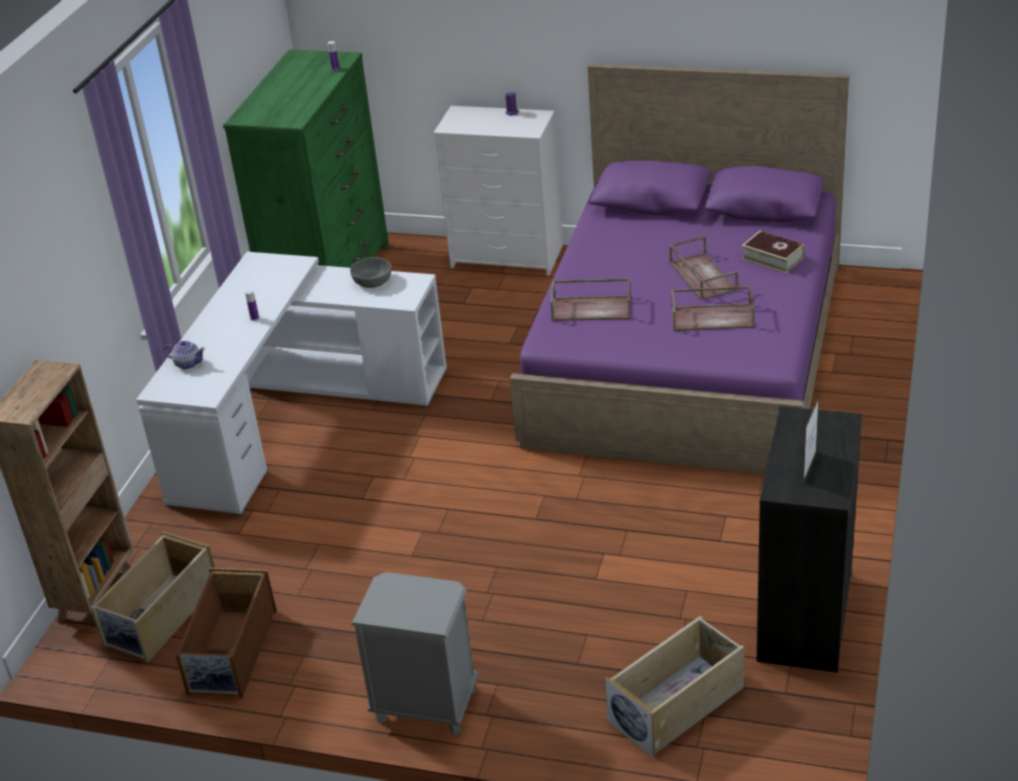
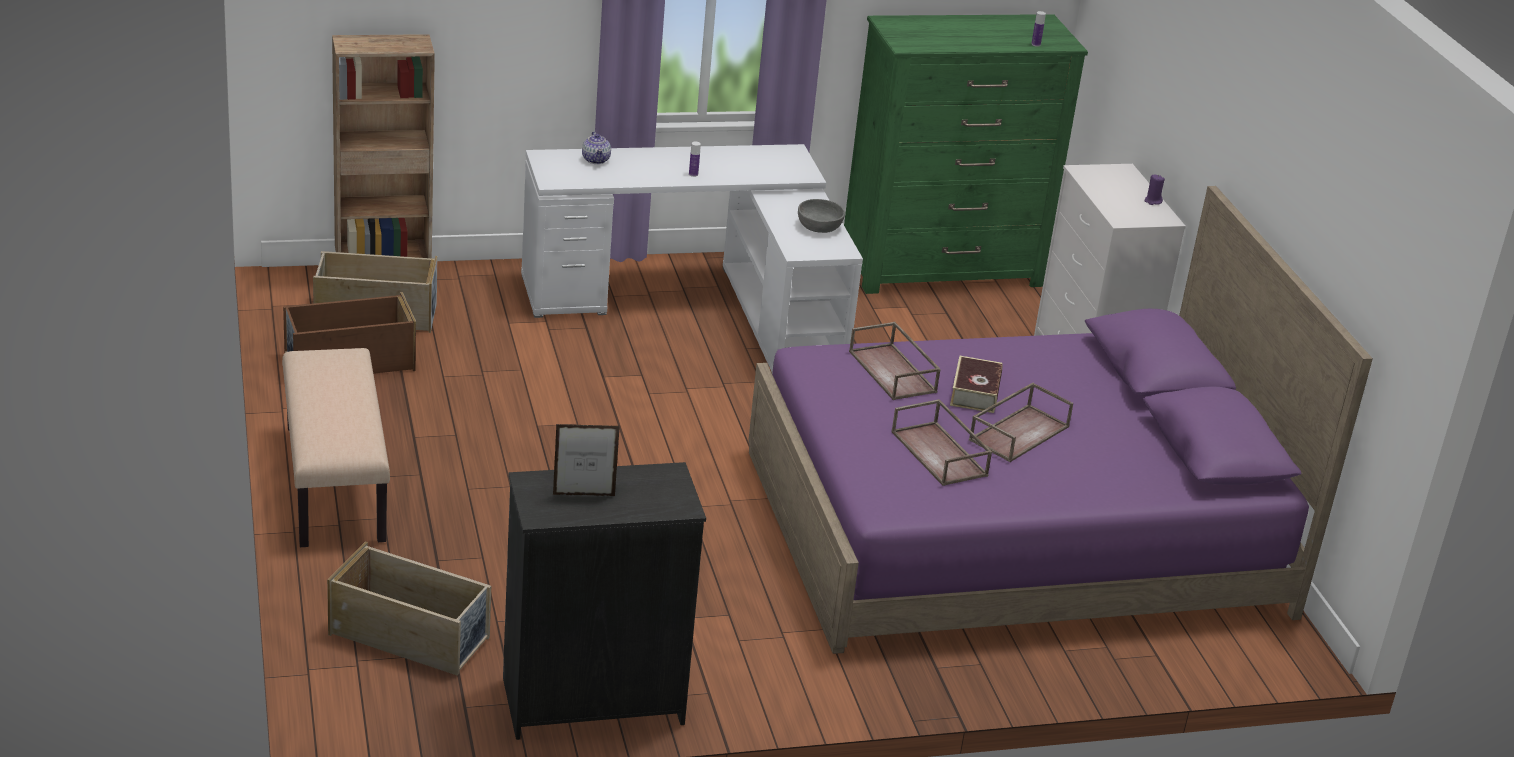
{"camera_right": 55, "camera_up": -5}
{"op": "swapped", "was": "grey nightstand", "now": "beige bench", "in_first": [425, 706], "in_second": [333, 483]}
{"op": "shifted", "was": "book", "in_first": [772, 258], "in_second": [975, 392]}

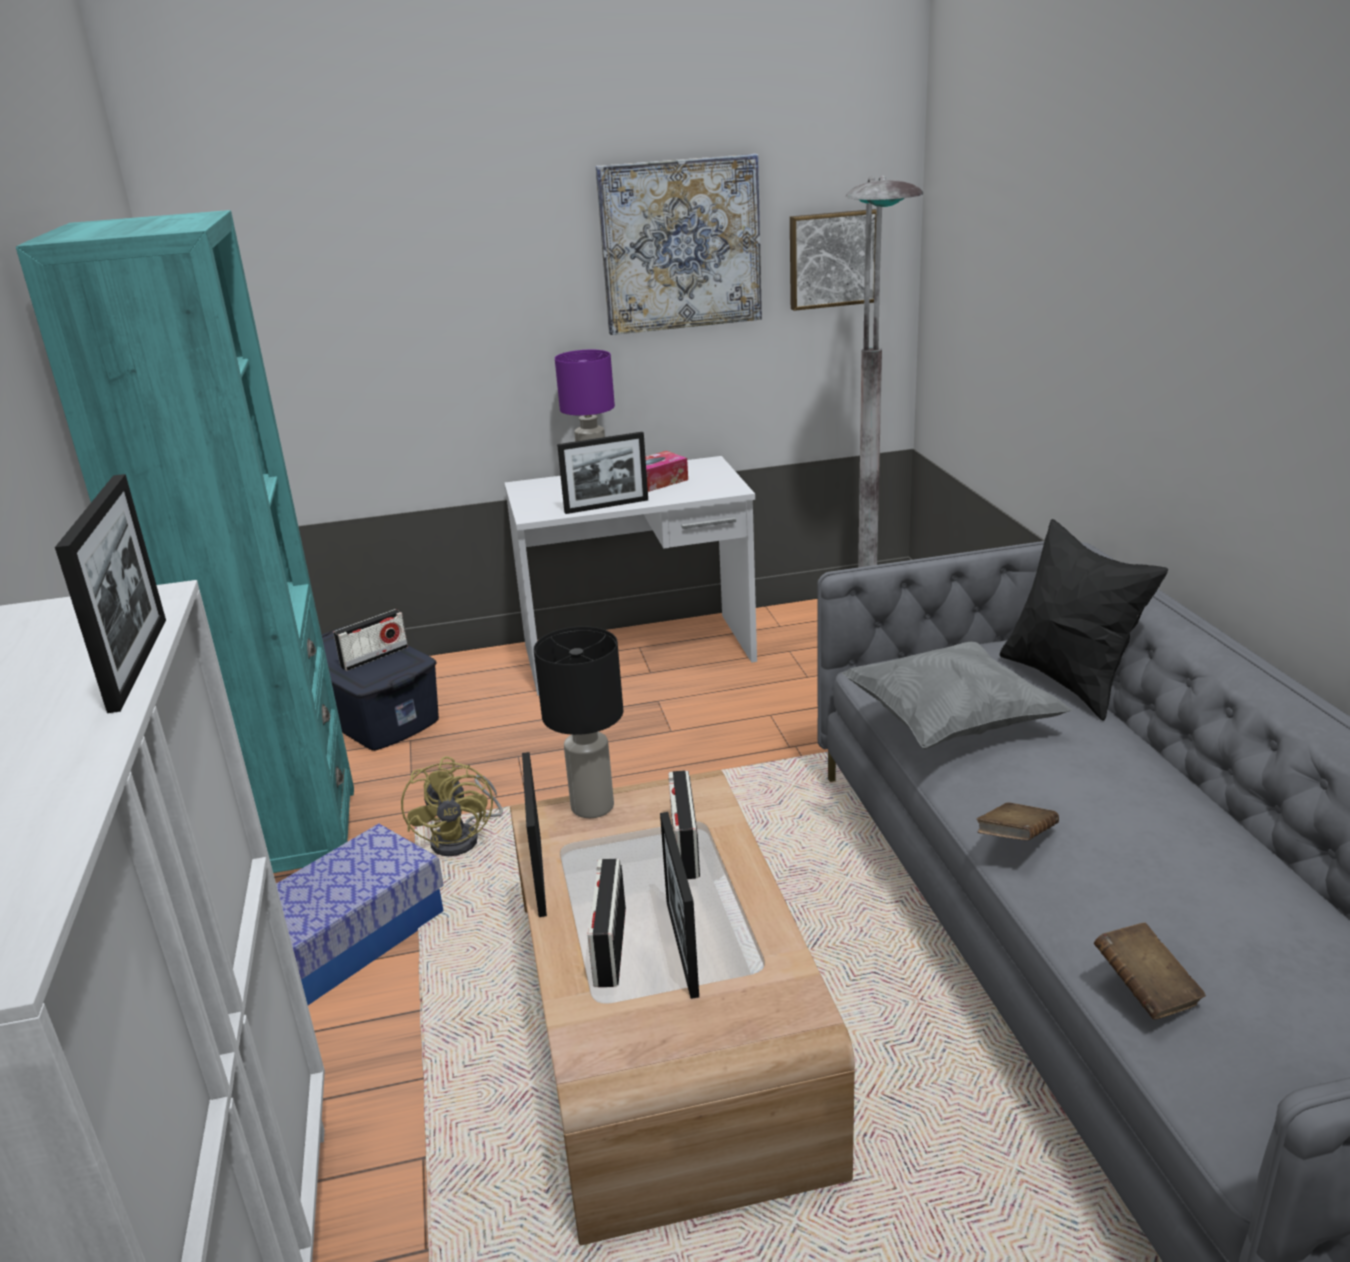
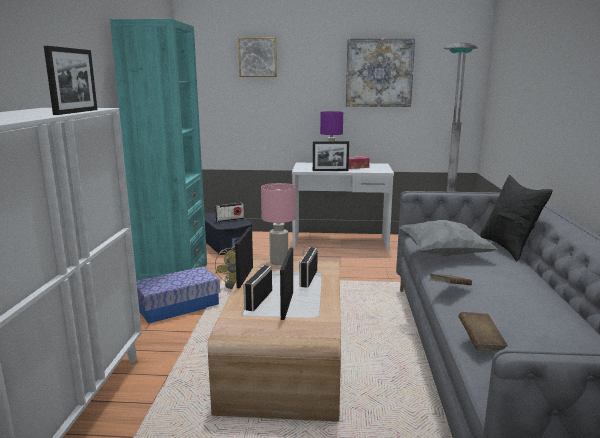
{"camera_right": 15, "camera_up": -10}
{"op": "repainted", "was": "black table lamp", "now": "pink table lamp", "in_first": [592, 807], "in_second": [279, 262]}
{"op": "shifted", "was": "picture", "in_first": [832, 259], "in_second": [258, 57]}

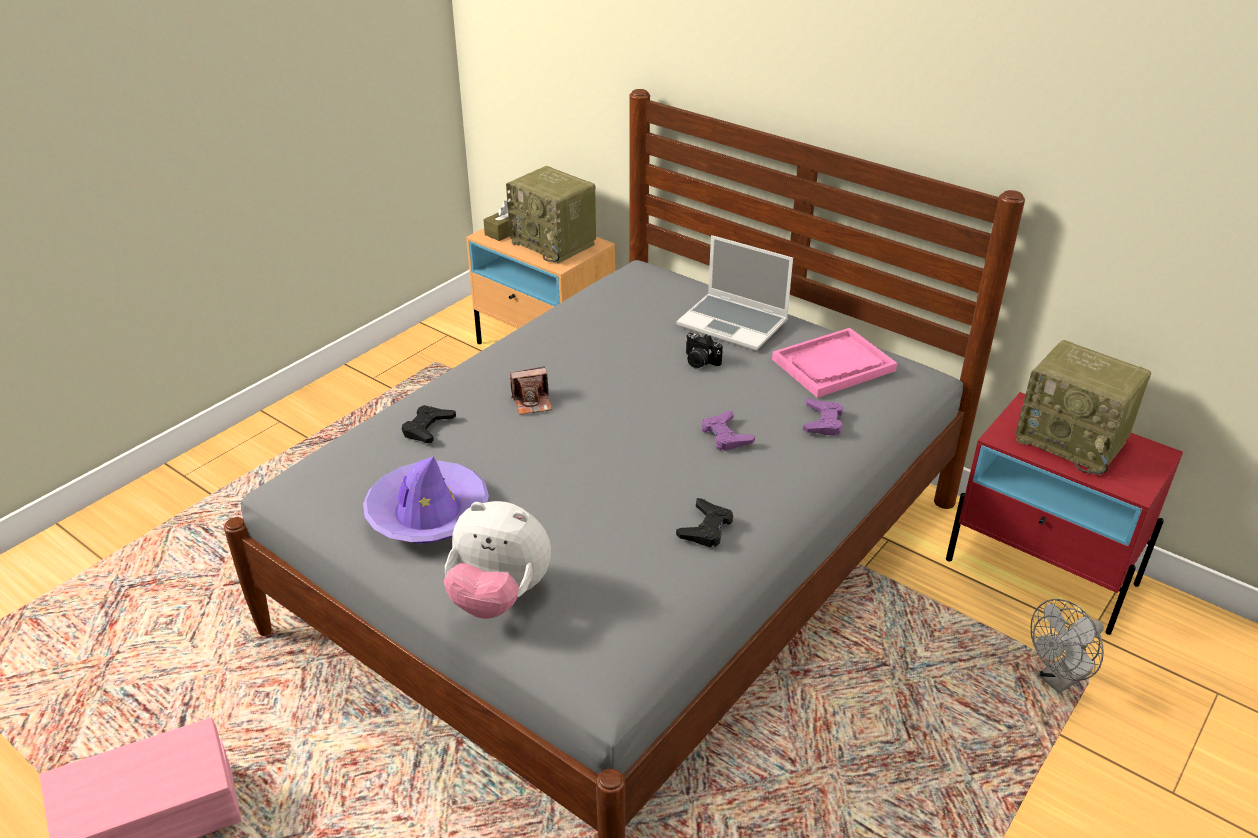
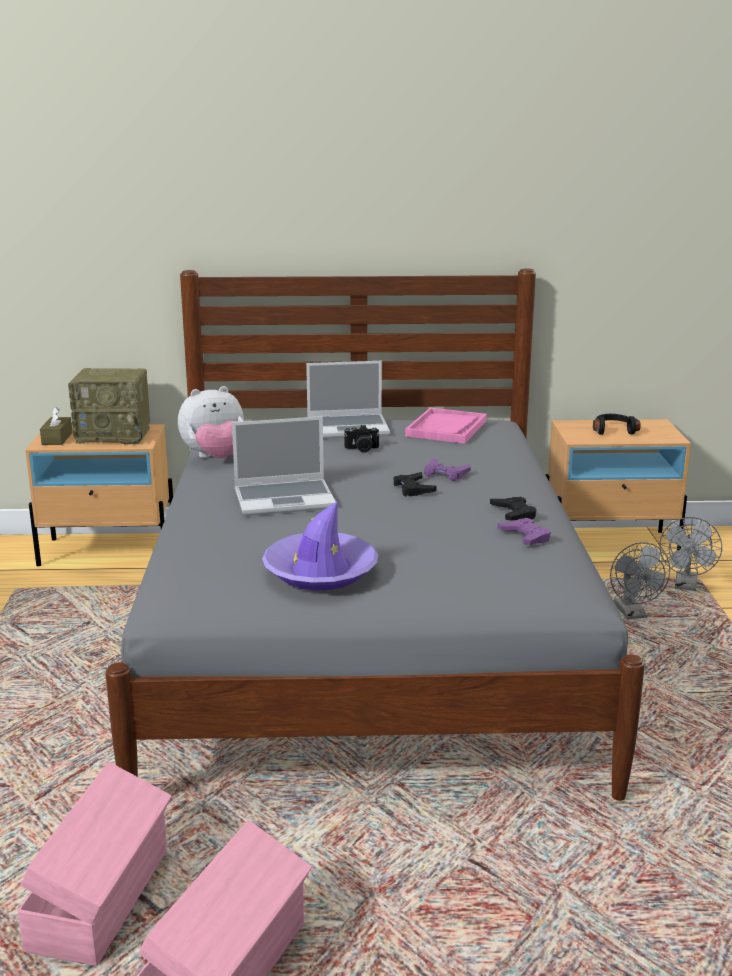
{"camera_right": -40, "camera_up": -15}
{"op": "shifted", "was": "black game controller", "in_first": [428, 428], "in_second": [413, 489]}
{"op": "shifted", "was": "plush toy", "in_first": [499, 597], "in_second": [215, 458]}
{"op": "swapped", "was": "photo camera", "now": "laptop", "in_first": [532, 402], "in_second": [285, 499]}
{"op": "shifted", "was": "purple game controller", "in_first": [822, 422], "in_second": [525, 536]}
{"op": "repainted", "was": "red nightstand", "now": "beige nightstand", "in_first": [1042, 572], "in_second": [609, 545]}
{"op": "swapped", "was": "radio", "now": "black headphones", "in_first": [1073, 441], "in_second": [613, 430]}
{"op": "new", "now": "pink storage box", "in_second": [103, 898]}
{"op": "new", "now": "grey fan", "in_second": [633, 614]}

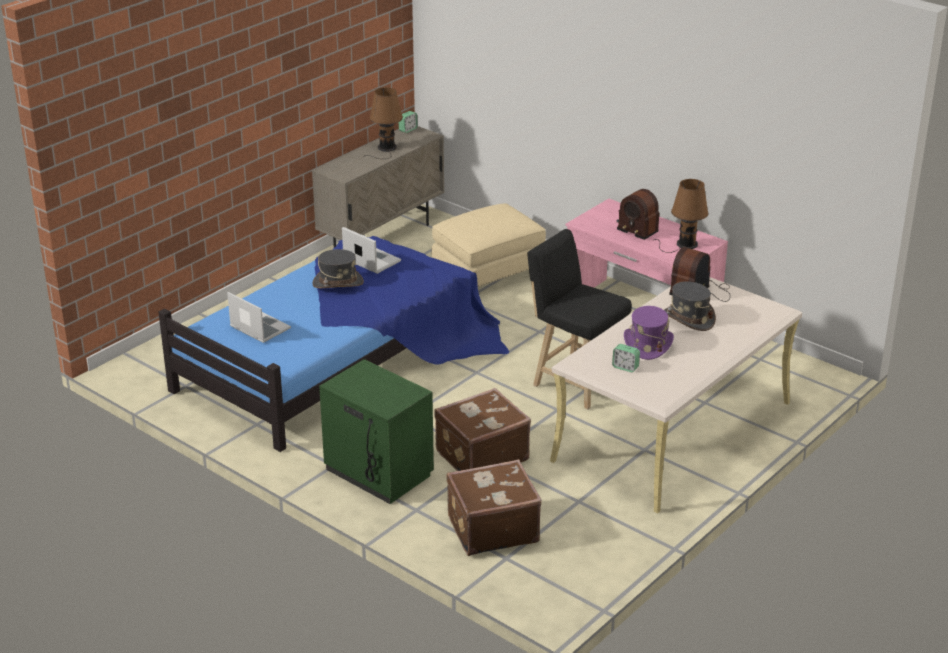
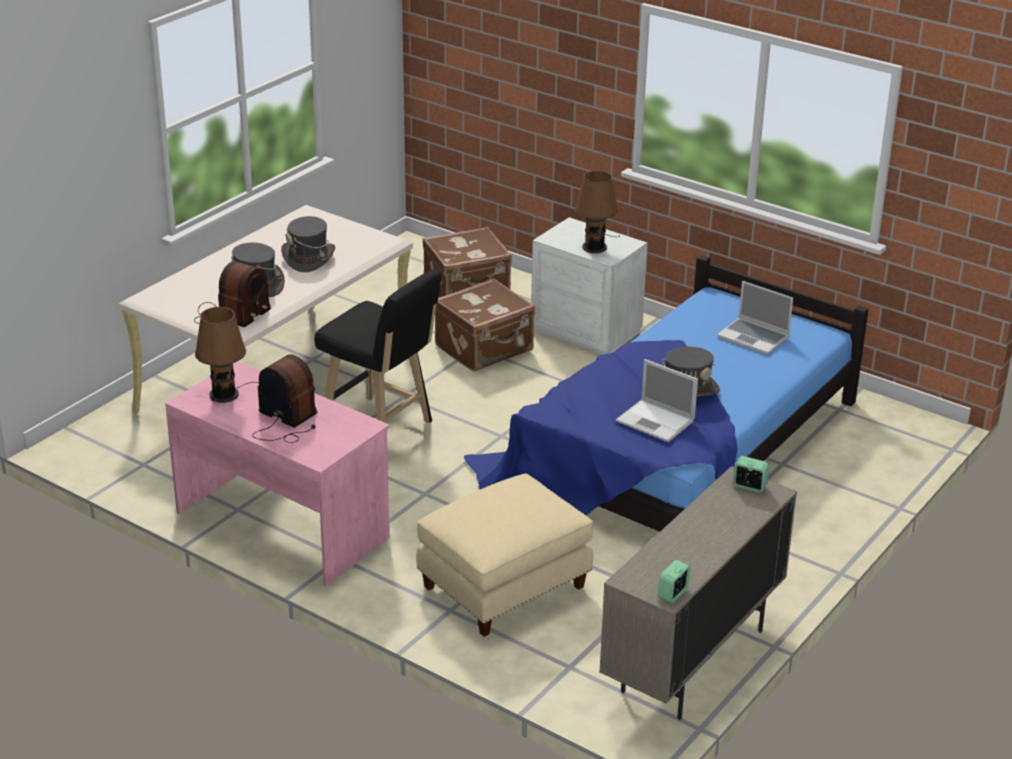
{"camera_right": 175, "camera_up": 0}
{"op": "repainted", "was": "green nightstand", "now": "white nightstand", "in_first": [377, 473], "in_second": [587, 331]}
{"op": "shifted", "was": "brown table lamp", "in_first": [386, 148], "in_second": [595, 246]}
{"op": "shifted", "was": "alarm clock", "in_first": [625, 367], "in_second": [749, 486]}
{"op": "repainted", "was": "purple hat", "now": "grey hat", "in_first": [647, 344], "in_second": [309, 258]}

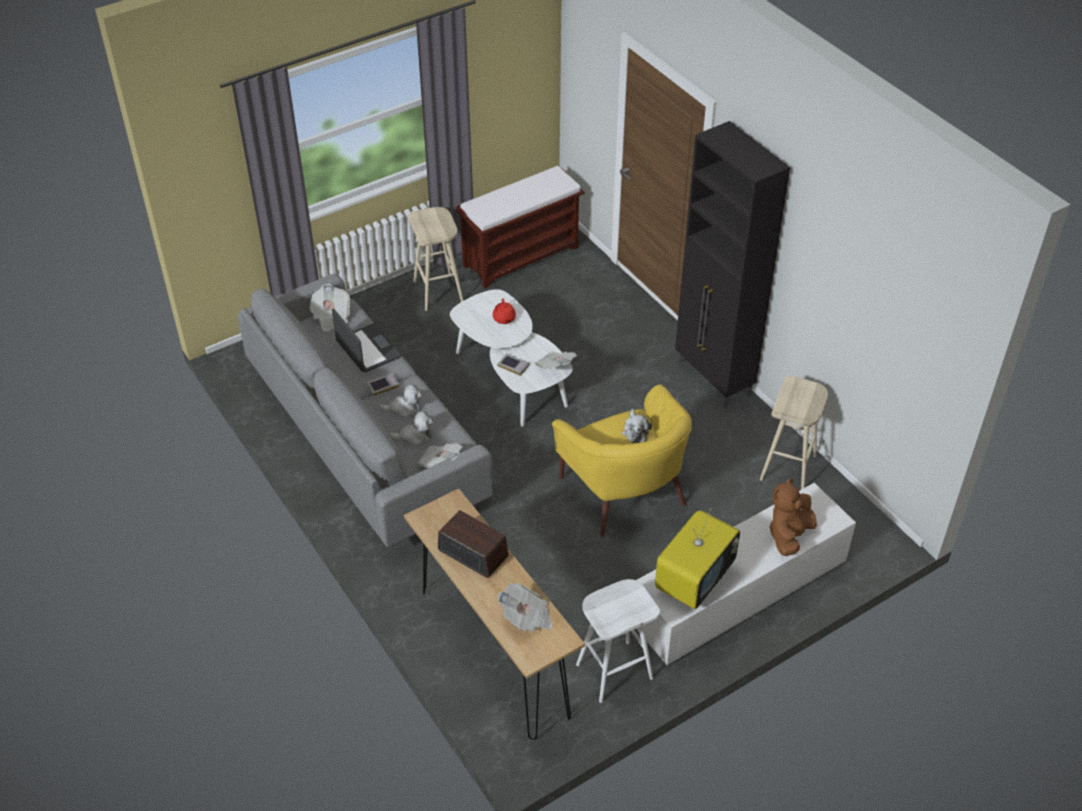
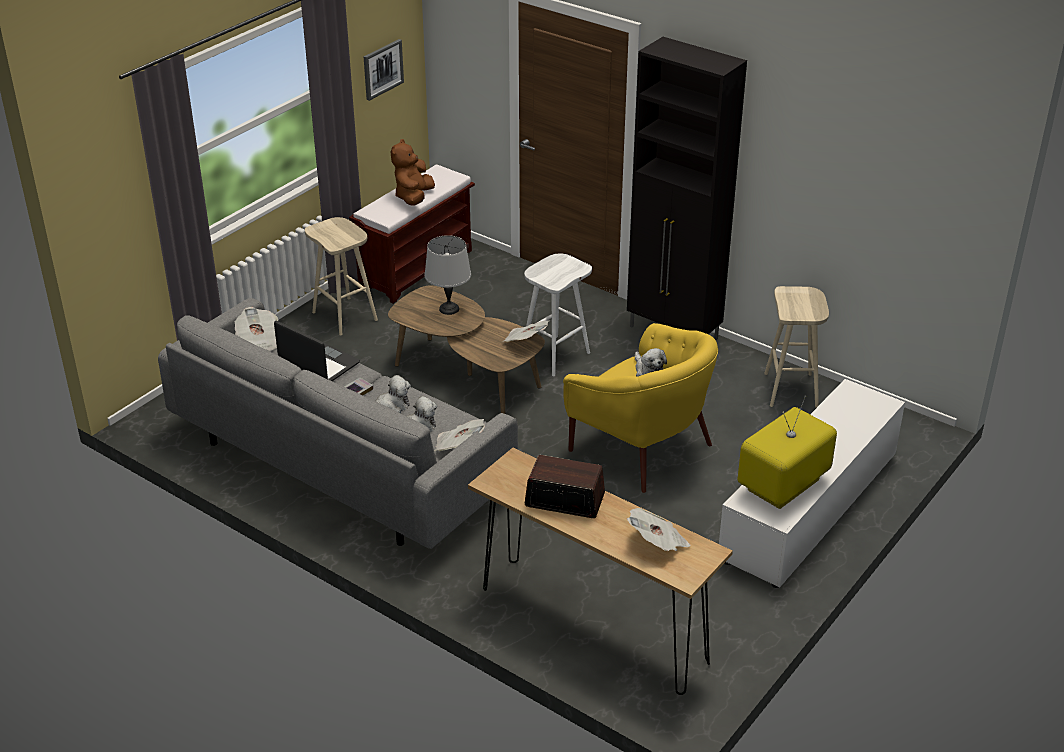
{"camera_right": -20, "camera_up": -10}
{"op": "repainted", "was": "white coffee table", "now": "brown coffee table", "in_first": [511, 377], "in_second": [466, 375]}
{"op": "swapped", "was": "red teapot", "now": "grey table lamp", "in_first": [504, 319], "in_second": [449, 309]}
{"op": "gone", "was": "book", "in_first": [513, 366]}
{"op": "shifted", "was": "white stool", "in_first": [615, 670], "in_second": [555, 355]}
{"op": "rotated", "was": "television", "in_first": [694, 579], "in_second": [783, 486], "clockwise": -150}
{"op": "shifted", "was": "brown plush toy", "in_first": [789, 535], "in_second": [414, 197]}
{"op": "new", "now": "picture", "in_second": [382, 69]}

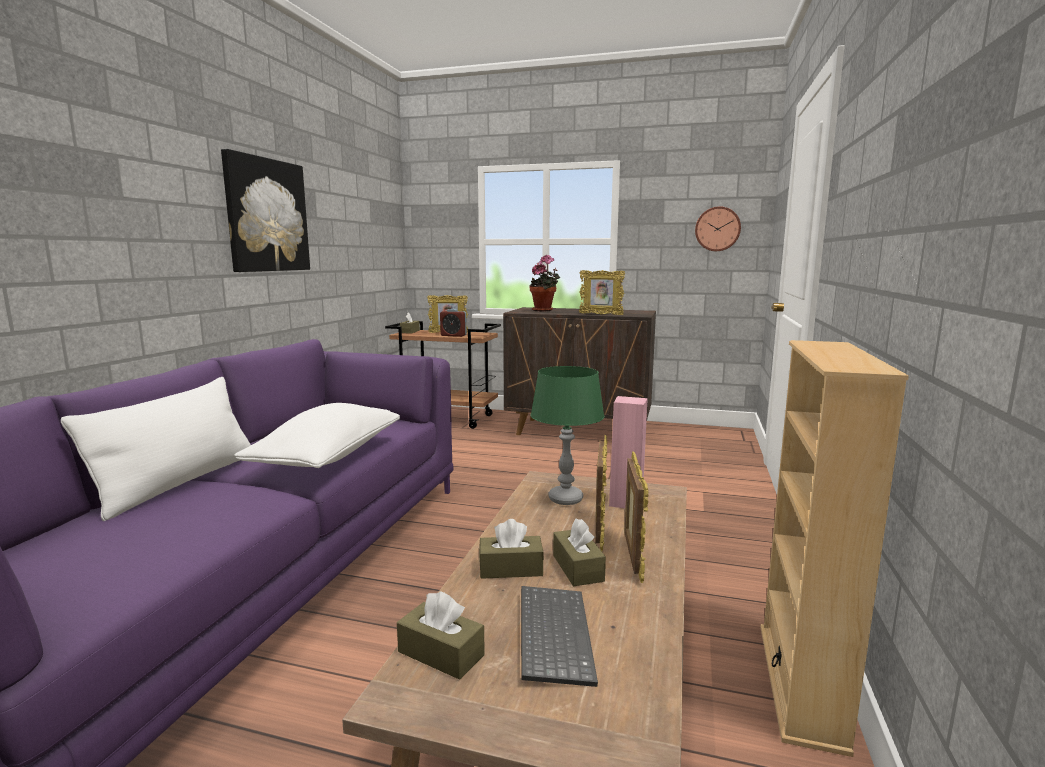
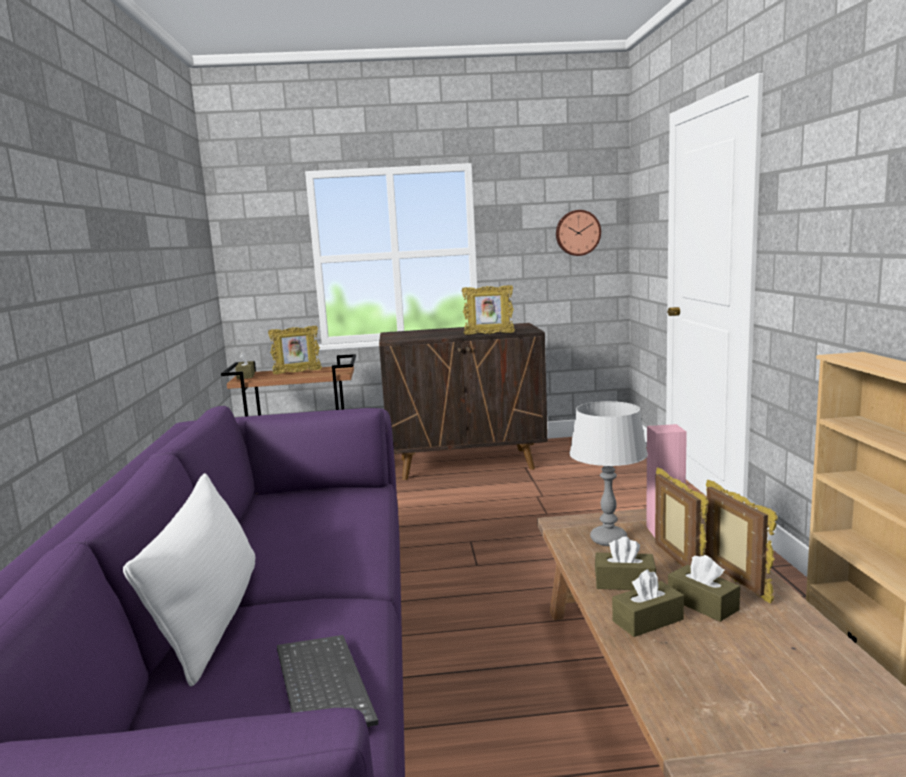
{"camera_right": -20, "camera_up": 0}
{"op": "gone", "was": "picture", "in_first": [266, 215]}
{"op": "gone", "was": "white pillow", "in_first": [328, 457]}
{"op": "shifted", "was": "brown tissue box", "in_first": [441, 653], "in_second": [624, 582]}
{"op": "gone", "was": "alarm clock", "in_first": [453, 335]}
{"op": "shifted", "was": "keyboard", "in_first": [551, 634], "in_second": [320, 686]}
{"op": "gone", "was": "potted plant", "in_first": [544, 310]}
{"op": "repainted", "was": "green table lamp", "now": "grey table lamp", "in_first": [565, 499], "in_second": [609, 540]}

